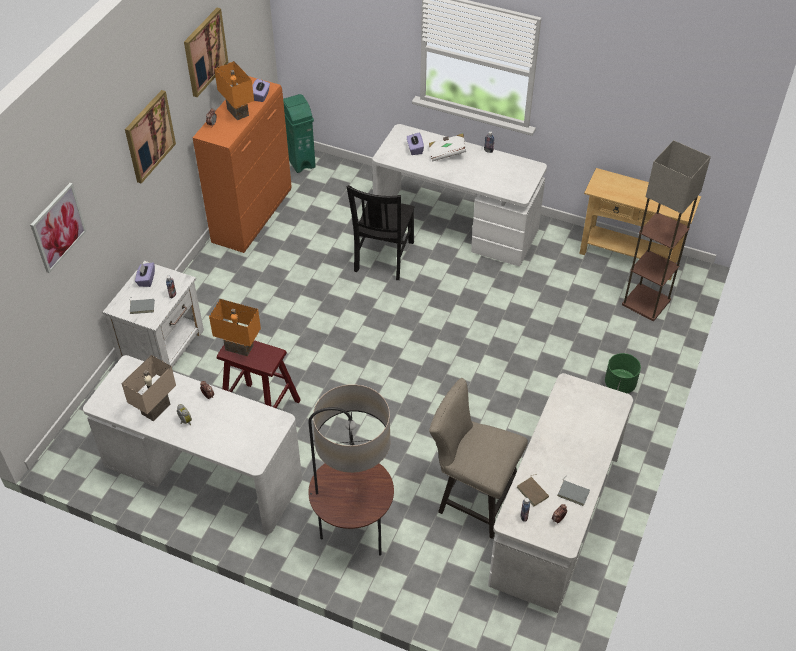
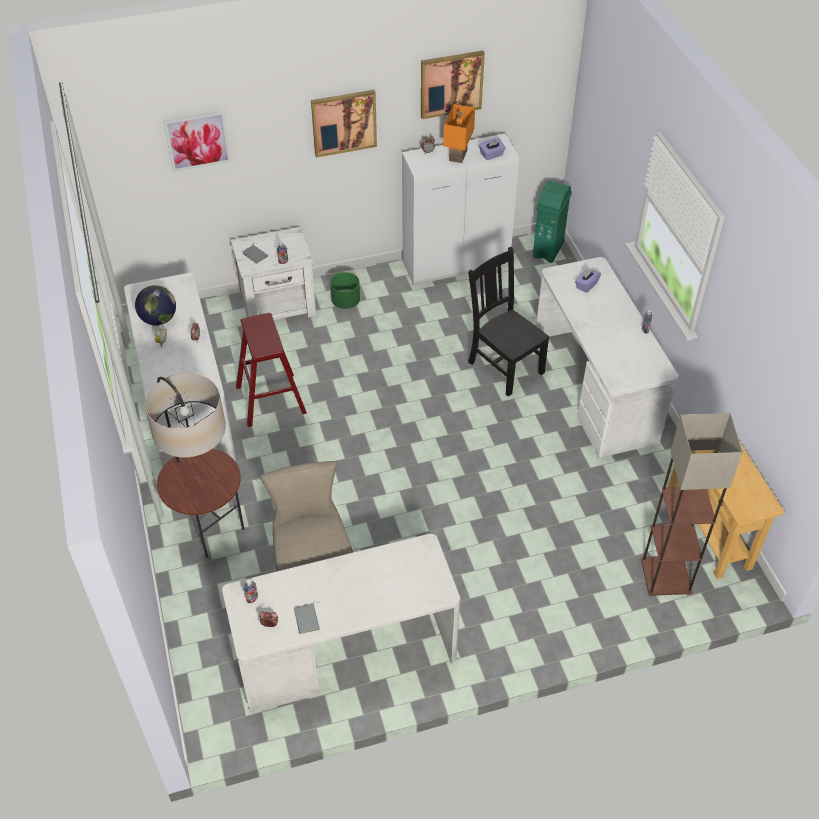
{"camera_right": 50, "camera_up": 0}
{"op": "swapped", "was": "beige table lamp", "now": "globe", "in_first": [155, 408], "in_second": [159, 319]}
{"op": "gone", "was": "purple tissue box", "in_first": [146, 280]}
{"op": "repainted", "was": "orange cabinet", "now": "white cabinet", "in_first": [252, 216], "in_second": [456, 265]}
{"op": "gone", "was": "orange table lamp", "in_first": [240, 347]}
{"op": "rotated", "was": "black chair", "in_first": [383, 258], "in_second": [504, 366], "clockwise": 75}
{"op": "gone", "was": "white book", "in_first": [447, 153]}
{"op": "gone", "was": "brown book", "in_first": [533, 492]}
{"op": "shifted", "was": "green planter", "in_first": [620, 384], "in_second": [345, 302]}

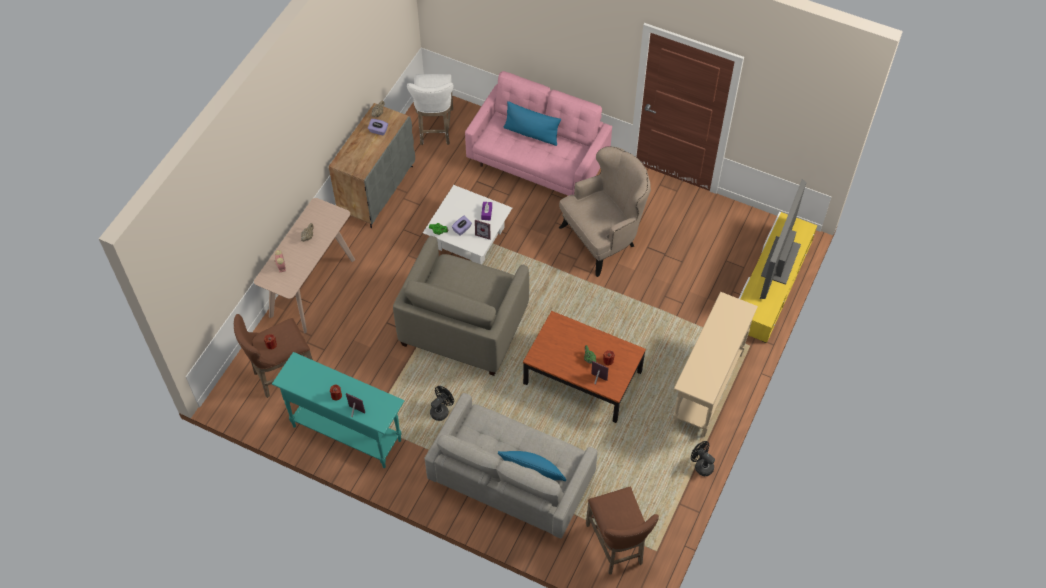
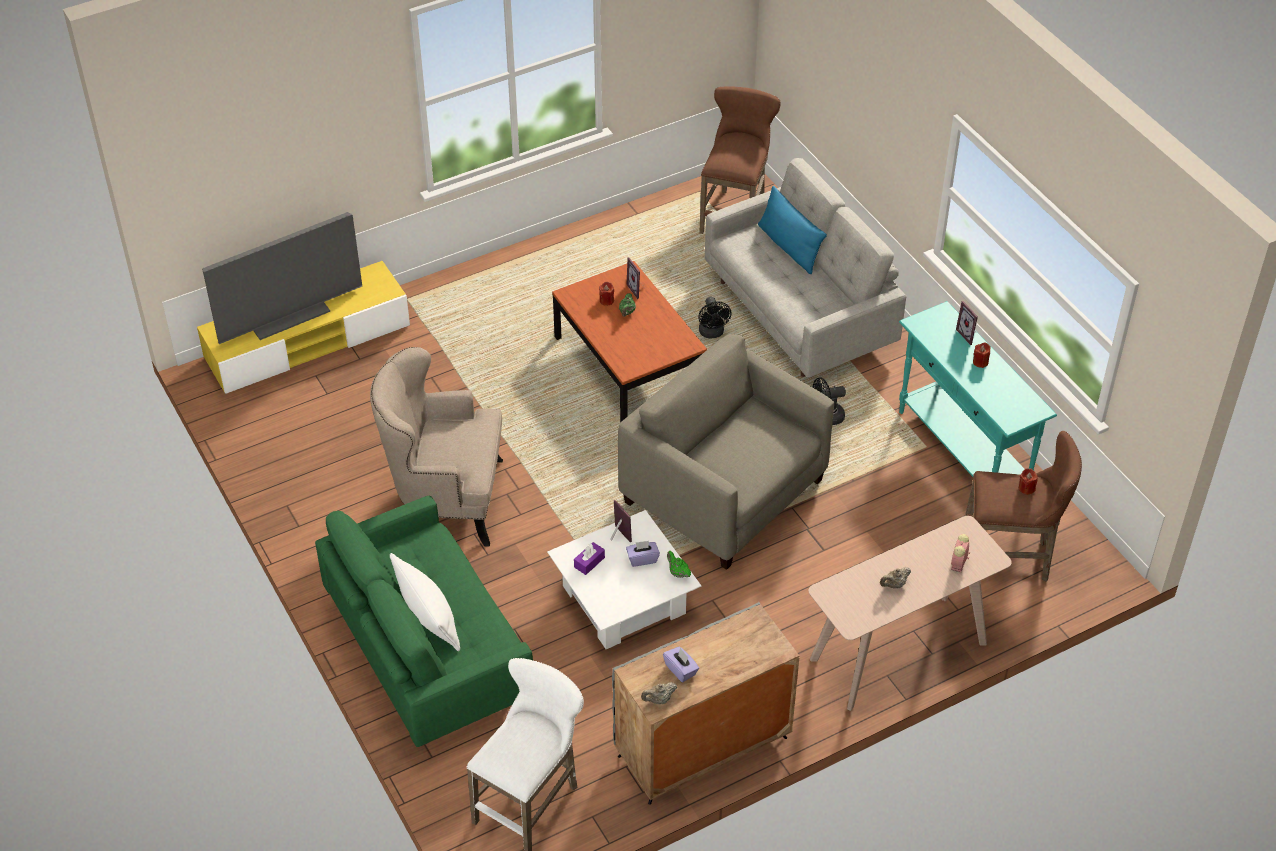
{"camera_right": -145, "camera_up": -10}
{"op": "rotated", "was": "beige armchair", "in_first": [464, 326], "in_second": [724, 492], "clockwise": -105}
{"op": "repainted", "was": "pink sofa", "now": "green sofa", "in_first": [538, 162], "in_second": [428, 652]}
{"op": "repainted", "was": "blue pillow", "now": "white pillow", "in_first": [531, 134], "in_second": [428, 617]}
{"op": "gone", "was": "beige console table", "in_first": [707, 389]}
{"op": "shifted", "was": "black fan", "in_first": [701, 465], "in_second": [712, 333]}

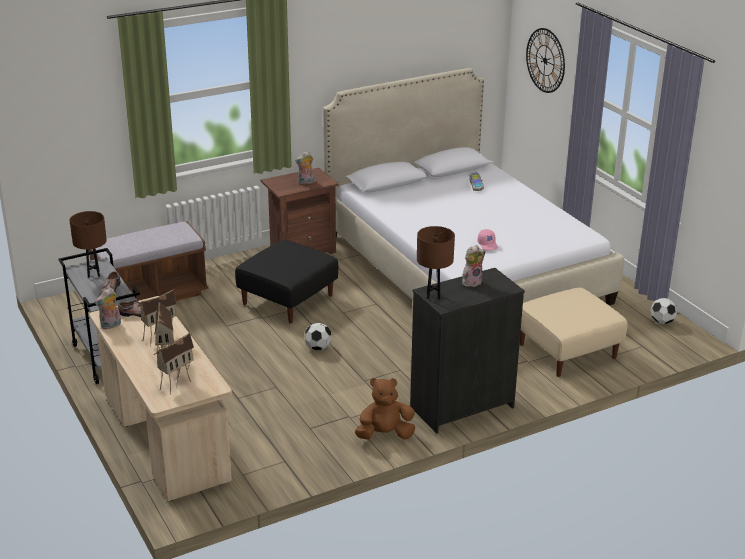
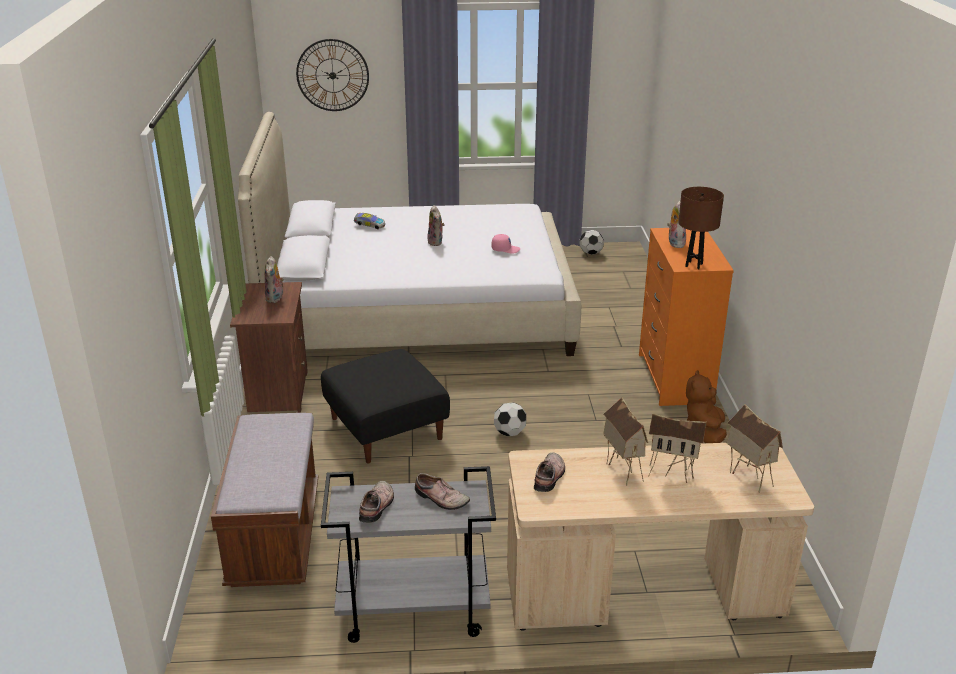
{"camera_right": -65, "camera_up": 0}
{"op": "swapped", "was": "brown table lamp", "now": "shoe", "in_first": [93, 274], "in_second": [378, 506]}
{"op": "shifted", "was": "plush toy", "in_first": [111, 326], "in_second": [436, 242]}
{"op": "repainted", "was": "black dresser", "now": "orange dresser", "in_first": [461, 406], "in_second": [674, 378]}
{"op": "gone", "was": "beige ottoman", "in_first": [567, 351]}

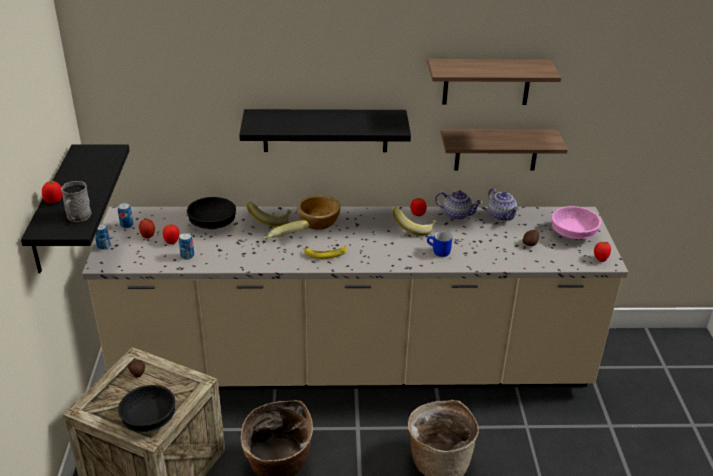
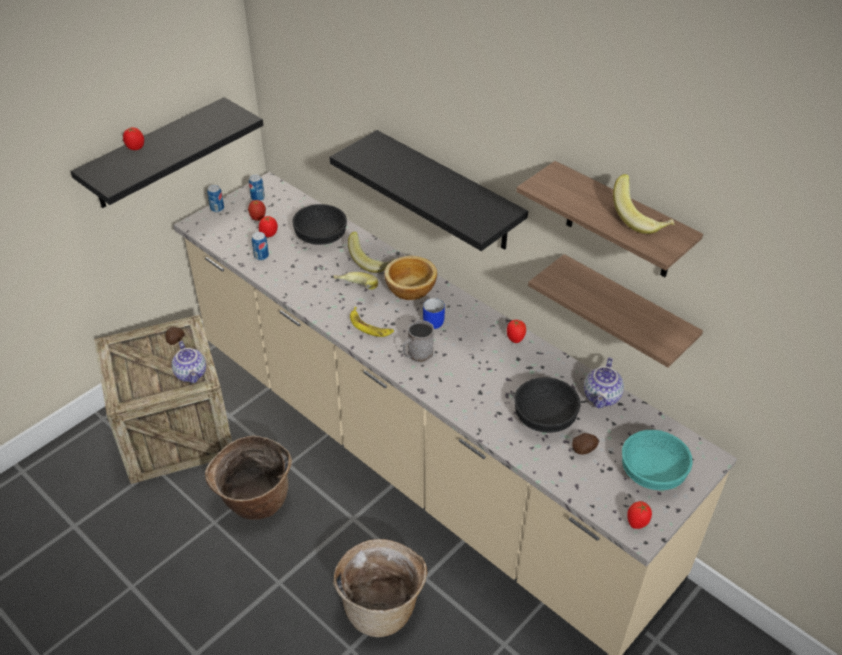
{"camera_right": 45, "camera_up": 10}
{"op": "shifted", "was": "grey mug", "in_first": [77, 217], "in_second": [417, 355]}
{"op": "shifted", "was": "black bowl", "in_first": [150, 419], "in_second": [545, 417]}
{"op": "shifted", "was": "banana", "in_first": [414, 229], "in_second": [640, 219]}
{"op": "shifted", "was": "blue mug", "in_first": [438, 252], "in_second": [431, 320]}
{"op": "shifted", "was": "teapot", "in_first": [457, 214], "in_second": [192, 374]}
{"op": "repainted", "was": "pink bowl", "now": "turquoise bowl", "in_first": [573, 234], "in_second": [653, 472]}

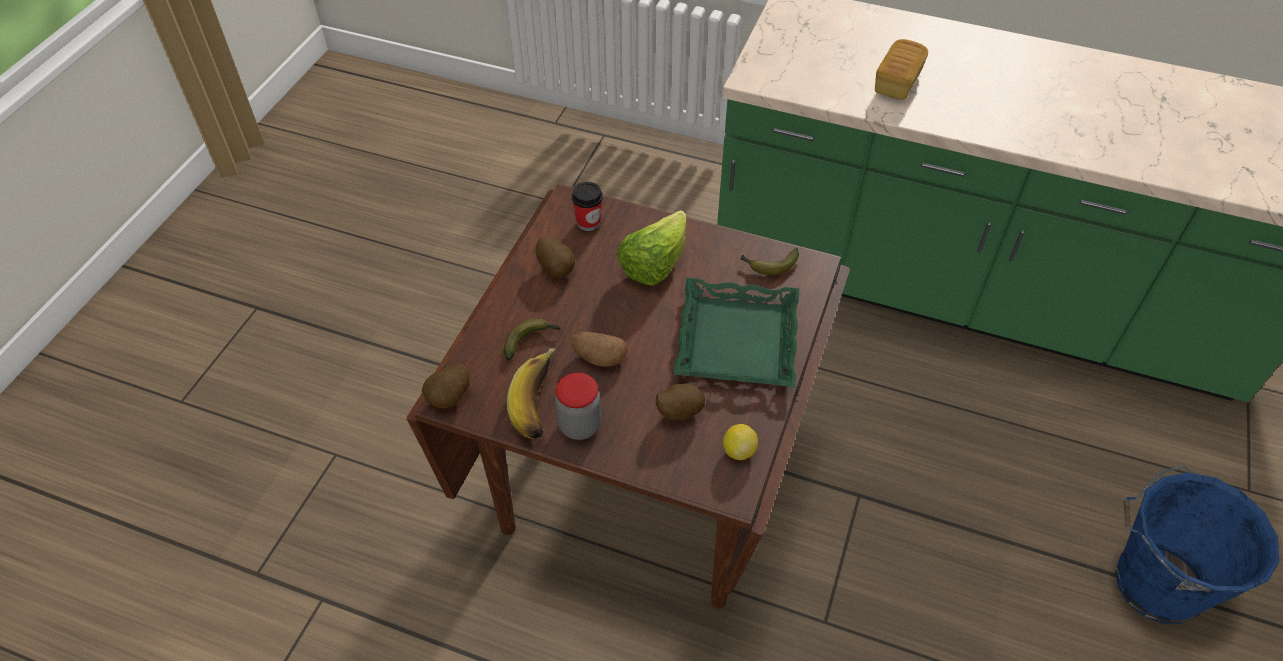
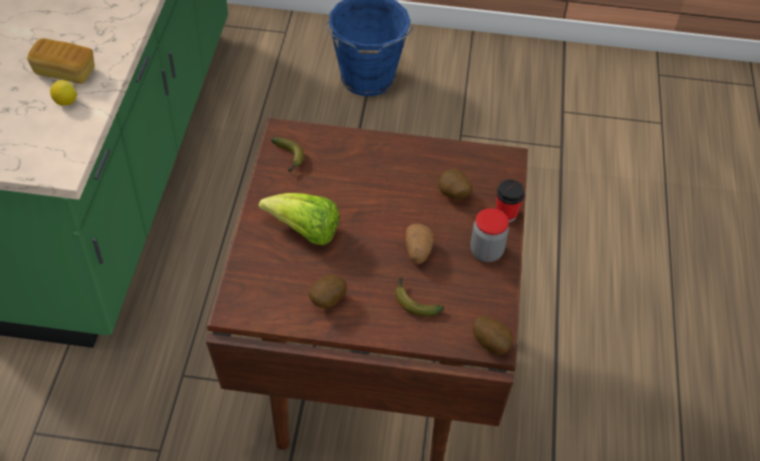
{"camera_right": -105, "camera_up": 0}
{"op": "gone", "was": "banana", "in_first": [542, 404]}
{"op": "shifted", "was": "cup", "in_first": [588, 222], "in_second": [506, 214]}
{"op": "gone", "was": "green tray", "in_first": [738, 340]}
{"op": "shifted", "was": "lemon", "in_first": [738, 451], "in_second": [65, 101]}

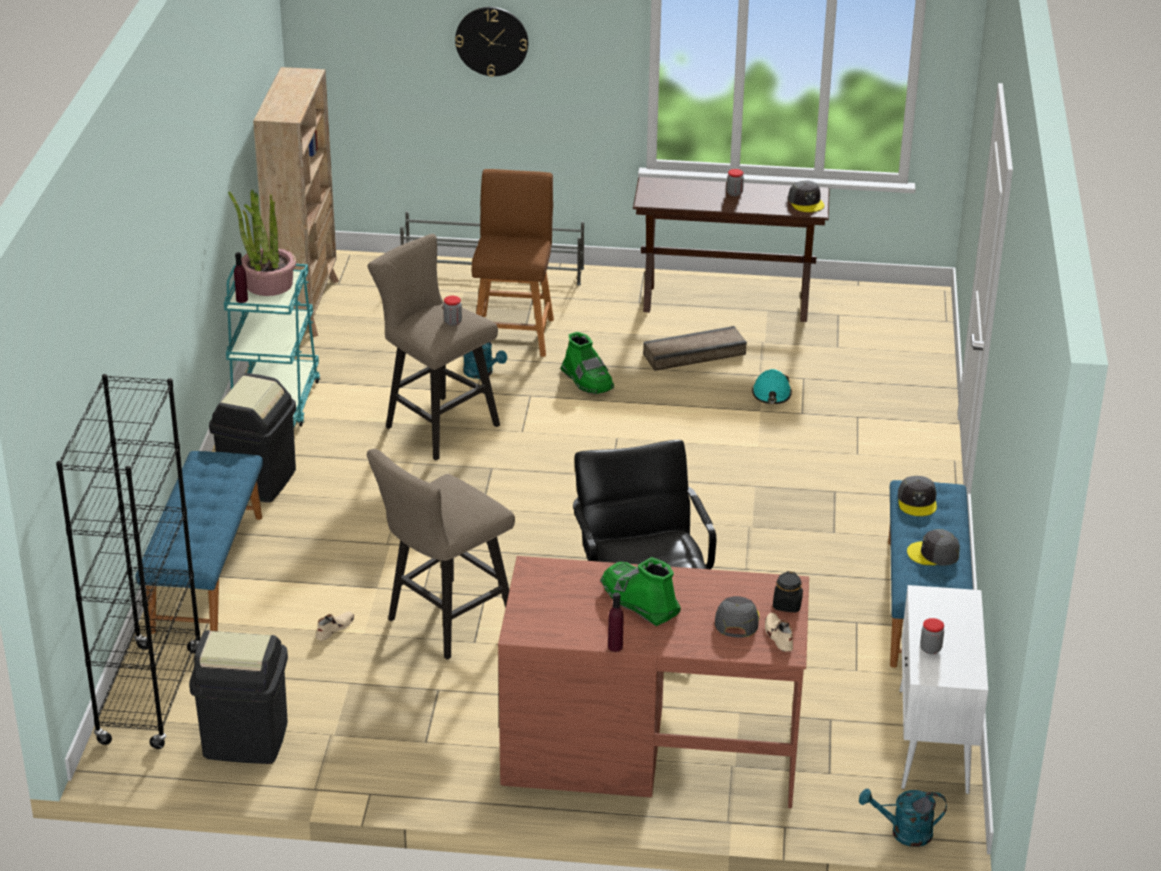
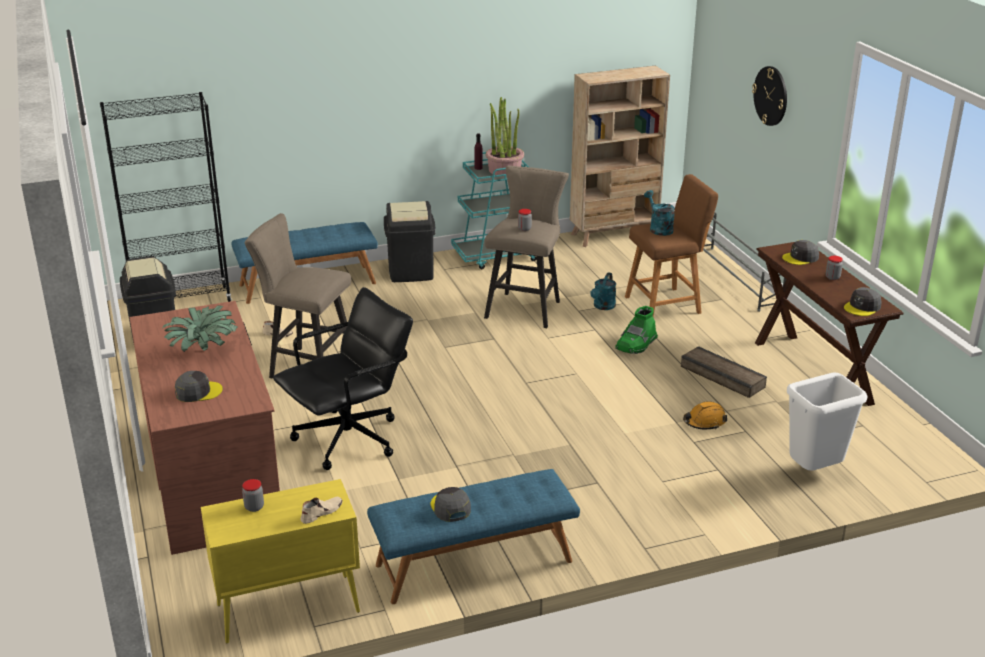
{"camera_right": 65, "camera_up": -5}
{"op": "swapped", "was": "green boot", "now": "potted plant", "in_first": [639, 601], "in_second": [203, 351]}
{"op": "gone", "was": "purple bottle", "in_first": [615, 646]}
{"op": "repainted", "was": "turquoise hard hat", "now": "orange hard hat", "in_first": [771, 395], "in_second": [704, 422]}
{"op": "shifted", "was": "beige shoe", "in_first": [778, 636], "in_second": [321, 513]}
{"op": "gone", "was": "black jar", "in_first": [787, 605]}
{"op": "shifted", "was": "turquoise watering can", "in_first": [903, 833], "in_second": [658, 228]}
{"op": "shifted", "was": "grey cap", "in_first": [917, 501], "in_second": [800, 258]}
{"op": "repainted", "was": "white cabinet", "now": "yellow cabinet", "in_first": [933, 742], "in_second": [286, 609]}
{"op": "new", "now": "white trash can", "in_second": [813, 472]}

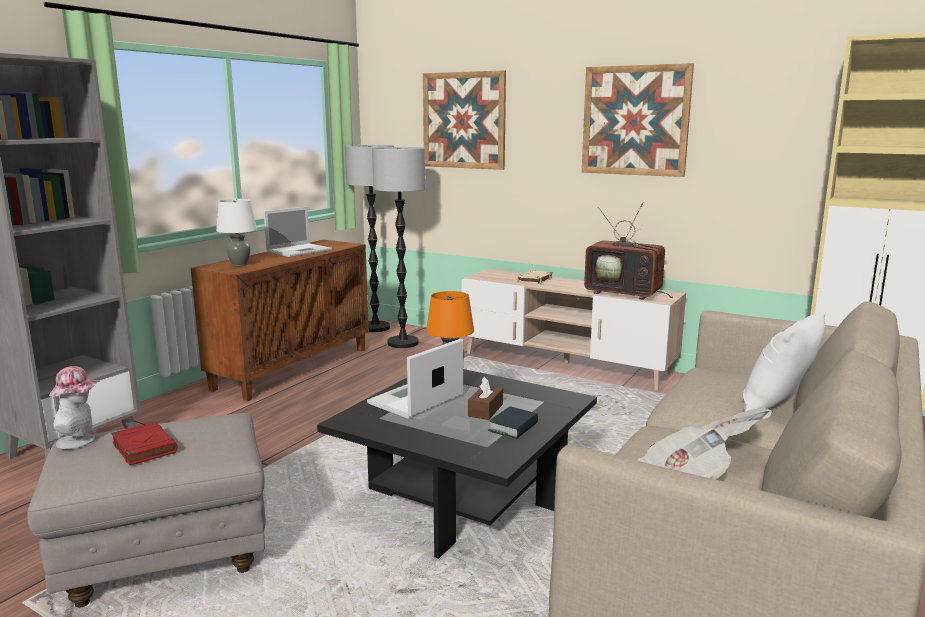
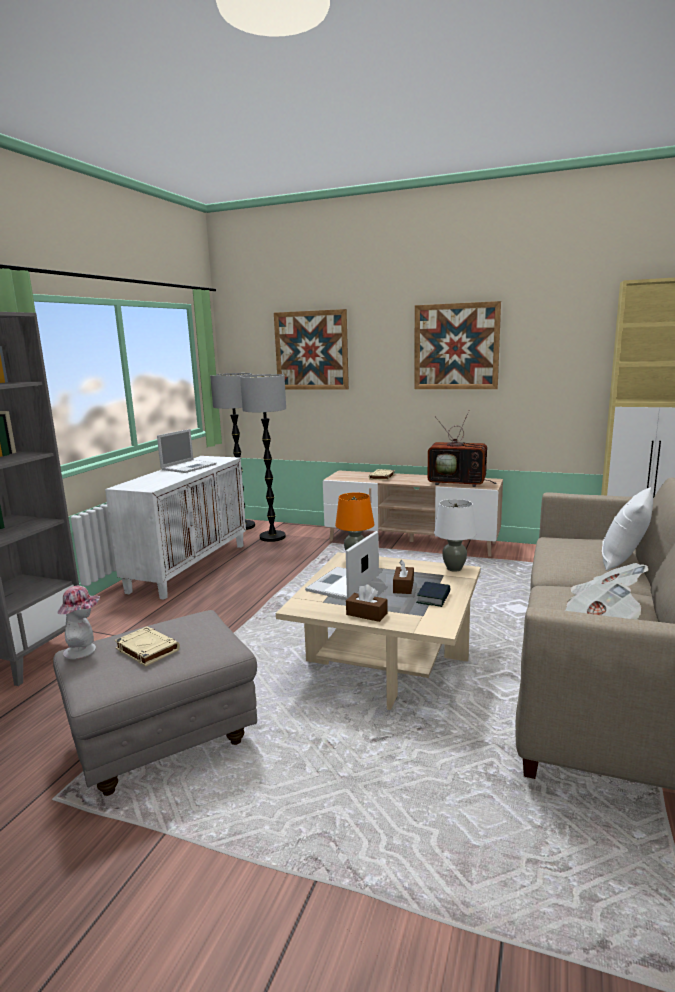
{"camera_right": -10, "camera_up": 0}
{"op": "repainted", "was": "red book", "now": "beige book", "in_first": [144, 448], "in_second": [147, 649]}
{"op": "repainted", "was": "brown cabinet", "now": "white cabinet", "in_first": [293, 368], "in_second": [189, 567]}
{"op": "shifted", "was": "white table lamp", "in_first": [240, 264], "in_second": [454, 568]}
{"op": "repainted", "was": "black coffee table", "now": "beige coffee table", "in_first": [463, 501], "in_second": [386, 661]}
{"op": "new", "now": "brown tissue box", "in_second": [366, 614]}

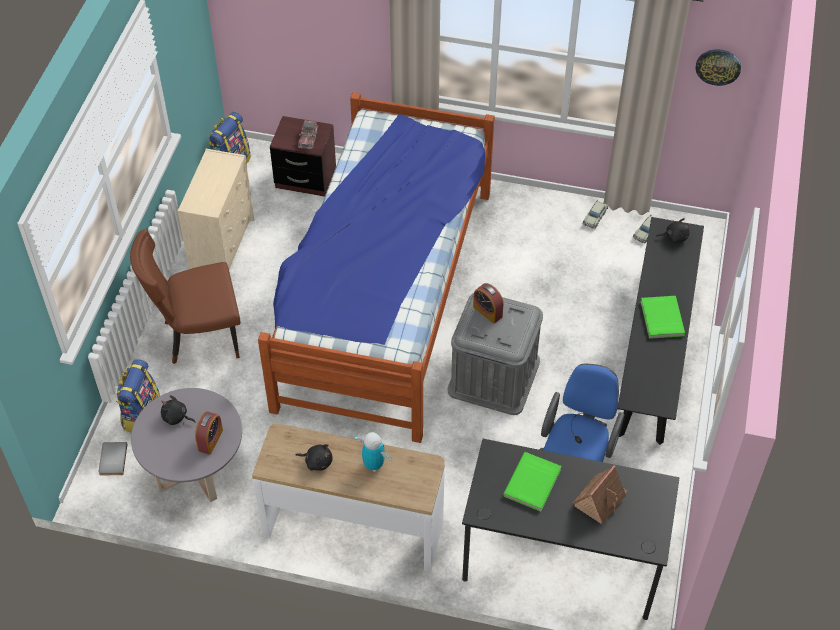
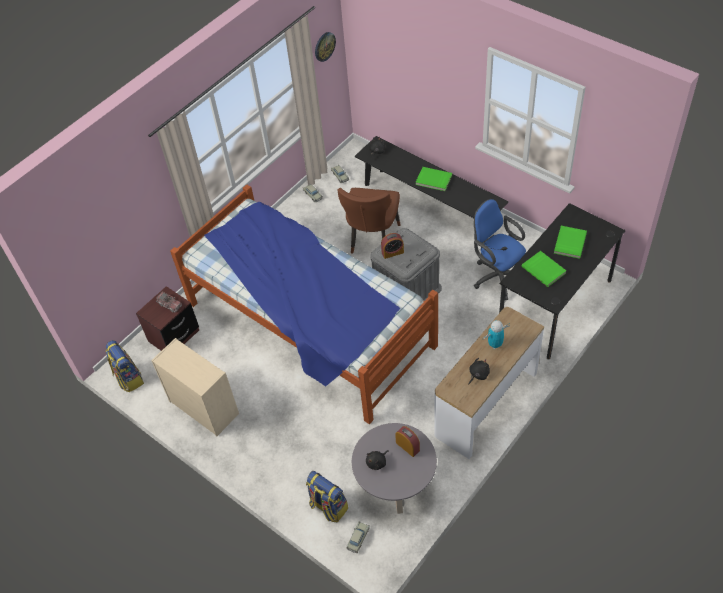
{"camera_right": -60, "camera_up": 0}
{"op": "swapped", "was": "grey book", "now": "beige toy car", "in_first": [112, 459], "in_second": [358, 538]}
{"op": "shifted", "was": "brown chair", "in_first": [198, 336], "in_second": [372, 240]}
{"op": "swapped", "was": "toy house", "now": "green book", "in_first": [600, 499], "in_second": [569, 243]}

